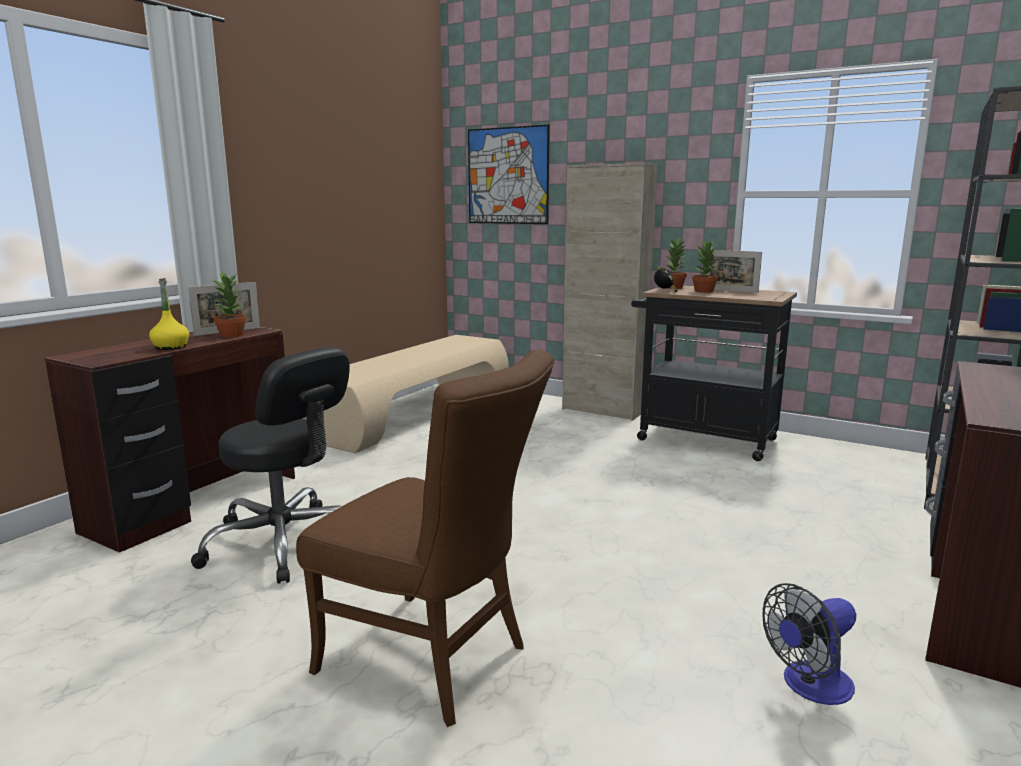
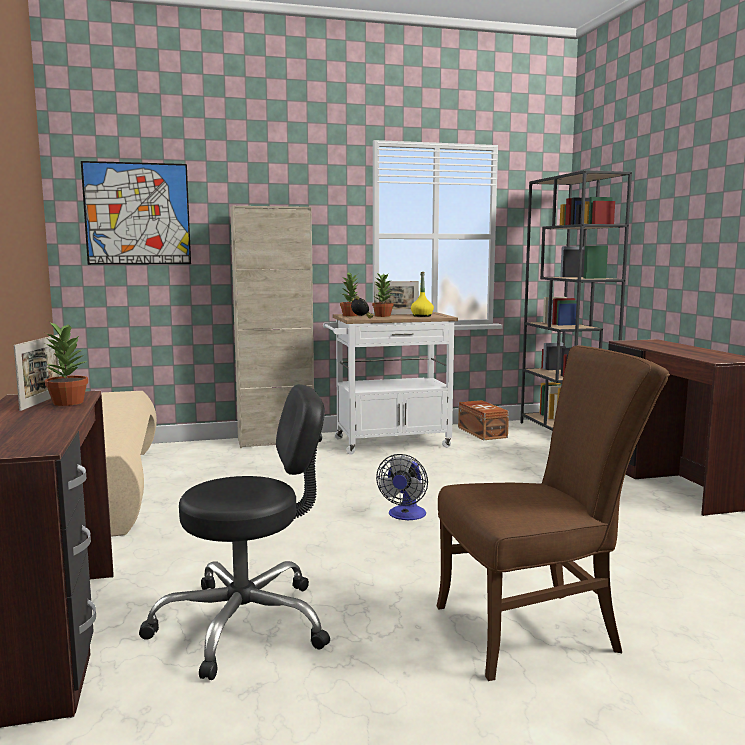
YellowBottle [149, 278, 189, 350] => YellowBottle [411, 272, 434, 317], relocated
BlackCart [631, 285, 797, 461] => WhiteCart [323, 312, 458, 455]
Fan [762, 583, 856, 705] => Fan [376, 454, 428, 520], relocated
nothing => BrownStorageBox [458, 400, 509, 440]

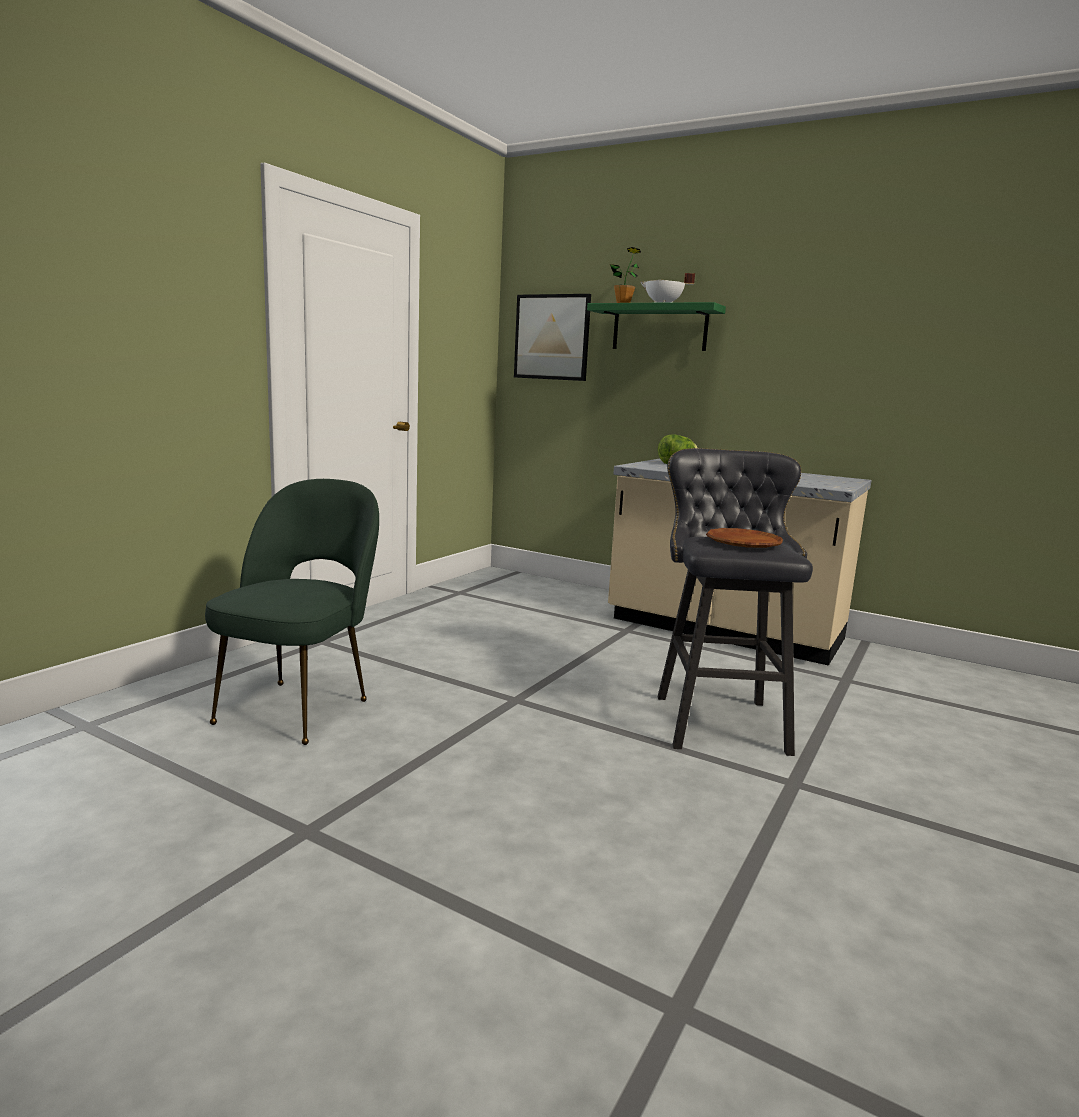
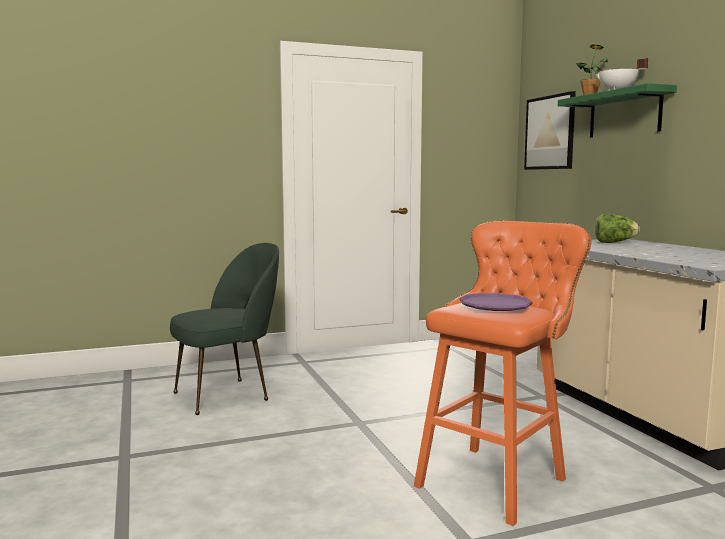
BlackStool [657, 448, 813, 756] => OrangeStool [414, 220, 592, 526]
BrownPlate [706, 528, 783, 548] => PurplePlate [459, 293, 532, 311]

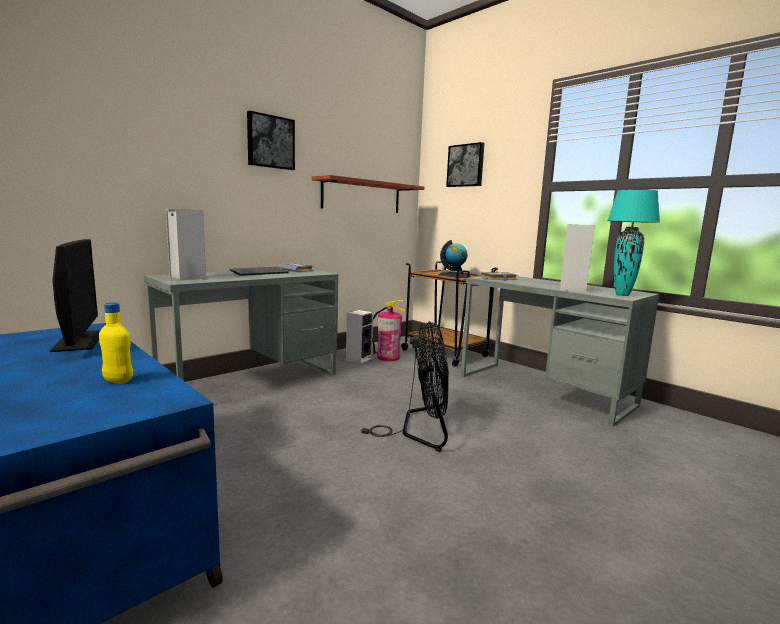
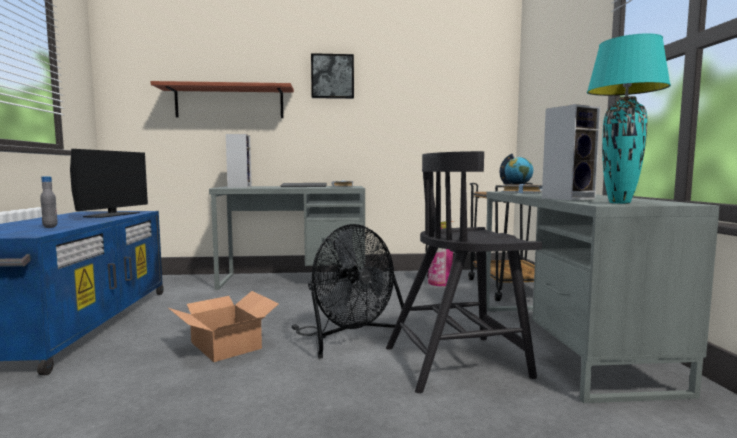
Picture [446, 142, 484, 187] => nothing
Shelf [312, 175, 424, 213] => Shelf [151, 81, 294, 118], relocated
YellowBottle [99, 302, 133, 383] => GreyBottle [40, 176, 58, 228]
Speaker [346, 310, 373, 364] => nothing
nothing => BlackChair [386, 151, 542, 393]
nothing => CardboardBox [169, 291, 279, 362]

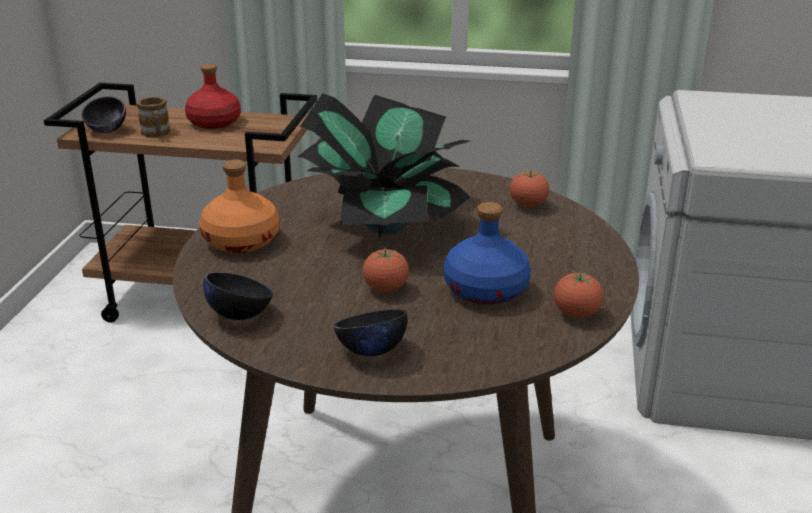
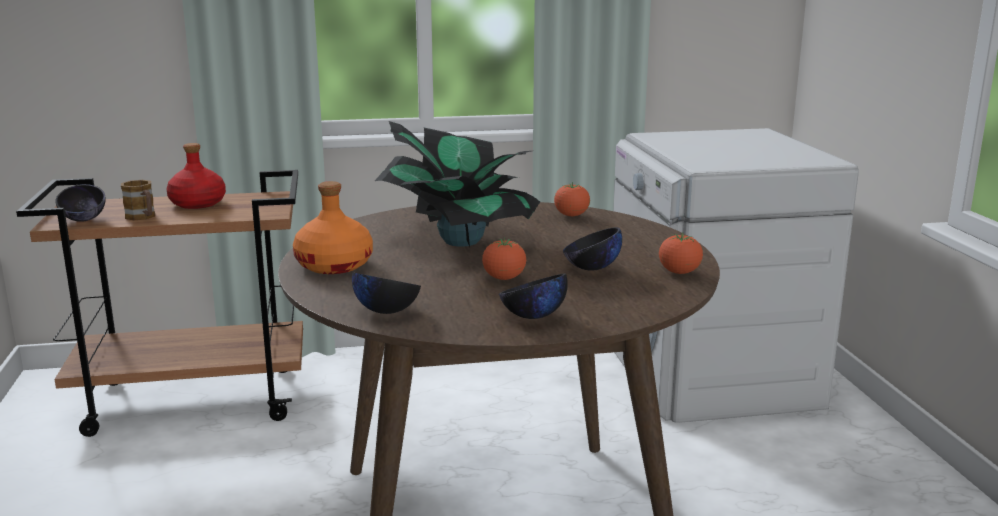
BlueBottle [443, 202, 531, 305] => BlackBowl [563, 227, 622, 271]

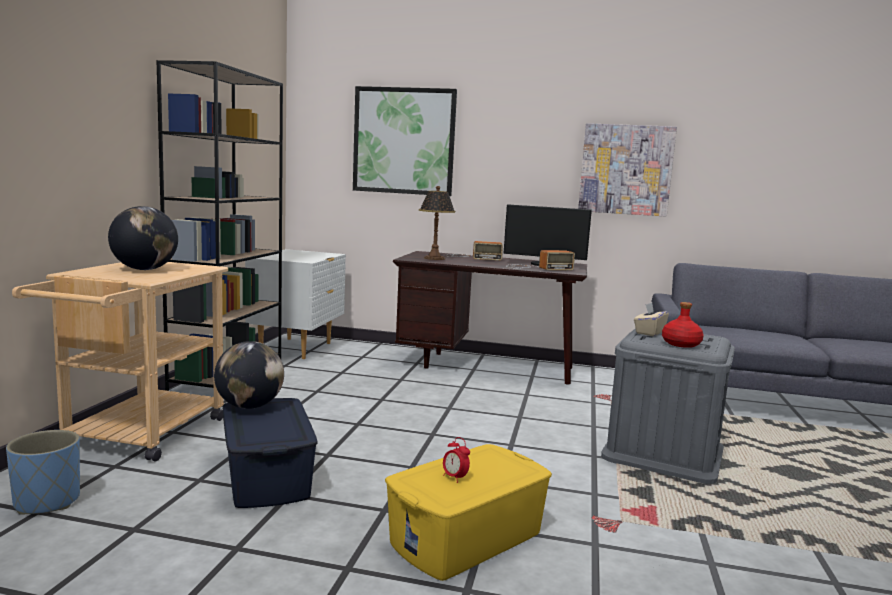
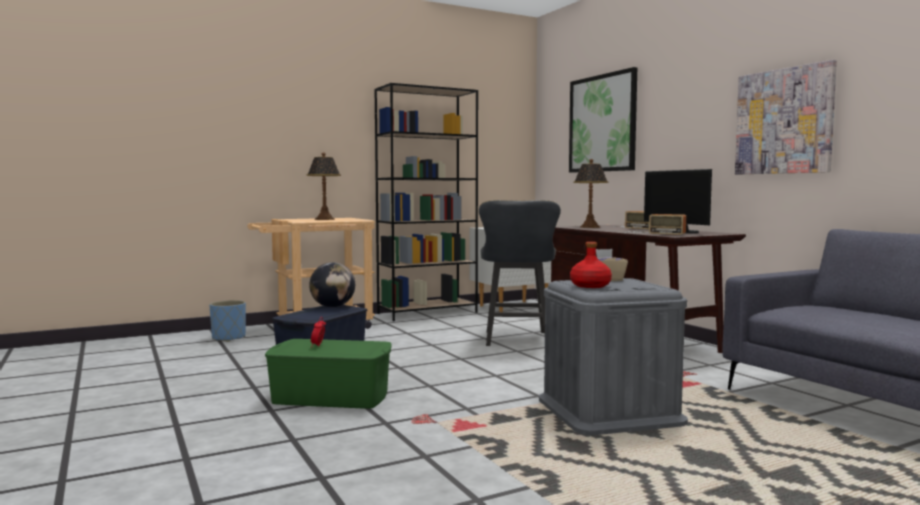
Globe [108, 206, 178, 270] => TableLamp [306, 152, 341, 220]
YellowStorageBox [385, 444, 552, 581] => GreenStorageBox [265, 339, 392, 409]
nothing => GreyStool [479, 200, 561, 346]

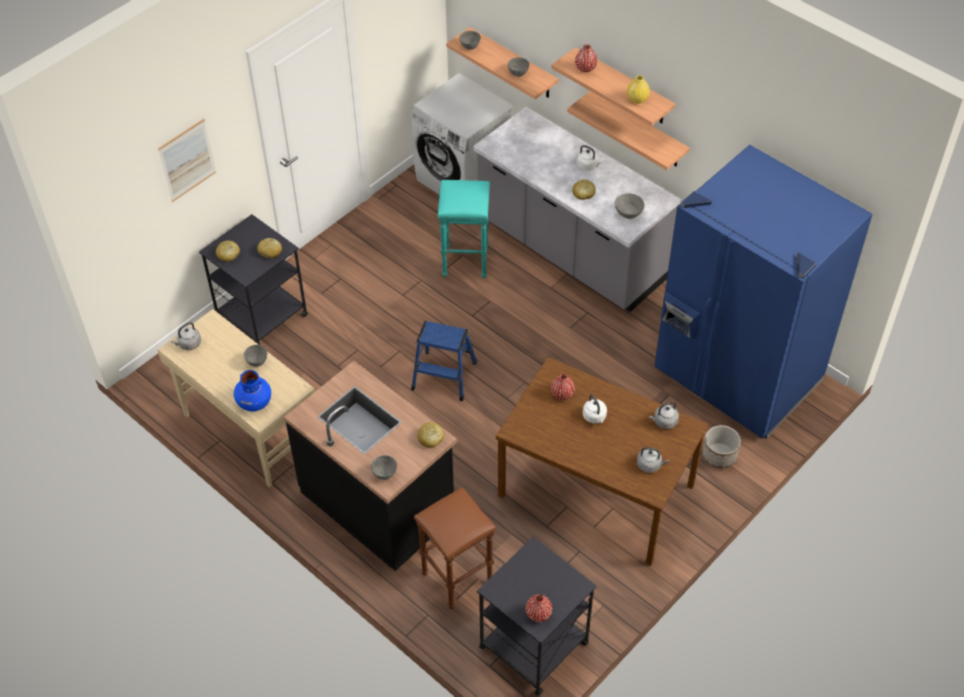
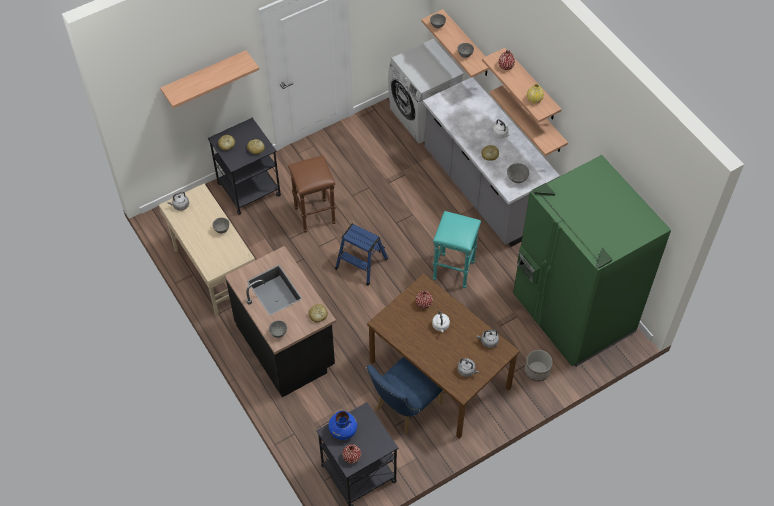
Picture [158, 119, 216, 202] => Shelf [160, 50, 259, 108]
BlueFridge [654, 145, 873, 439] => GreenFridge [513, 155, 671, 367]
TurquoiseStool [438, 180, 490, 278] => TurquoiseStool [433, 211, 481, 288], relocated
BlueVase [234, 370, 271, 412] => BlueVase [329, 411, 357, 440], relocated
BrownStool [414, 487, 496, 609] => BrownStool [288, 156, 336, 232], relocated
nothing => BlueChair [367, 357, 443, 435]

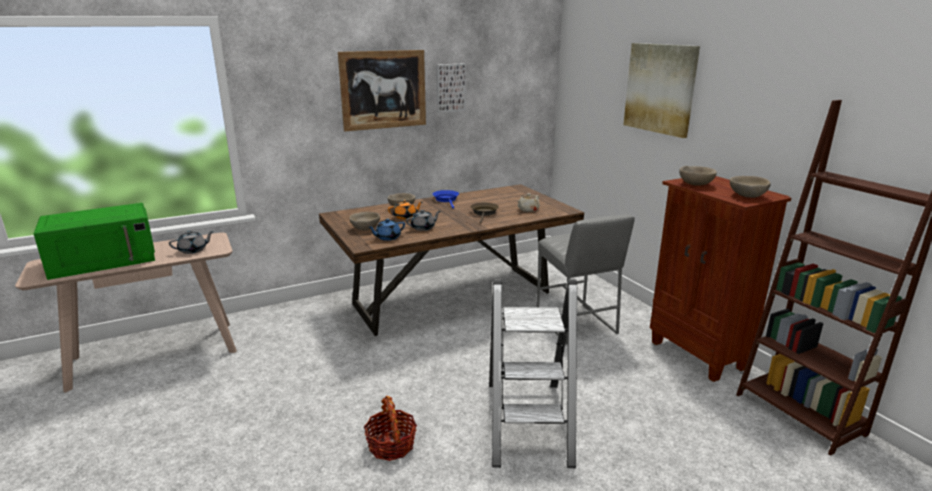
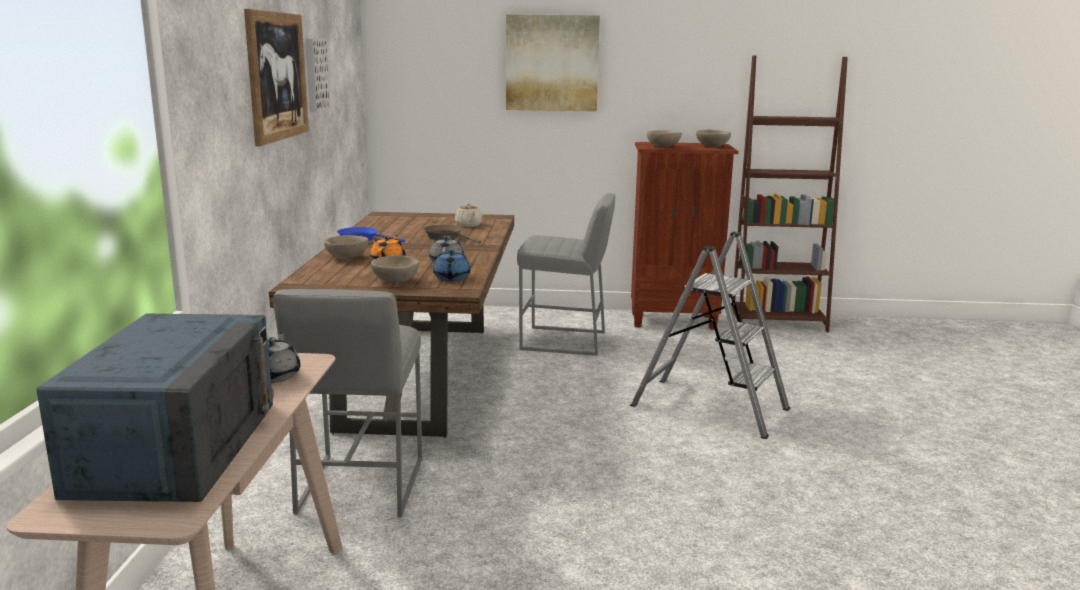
GreenMicrowave [34, 203, 155, 280] => BlueMicrowave [36, 314, 274, 502]
Basket [364, 396, 417, 461] => nothing
nothing => GreyStool [273, 289, 422, 517]

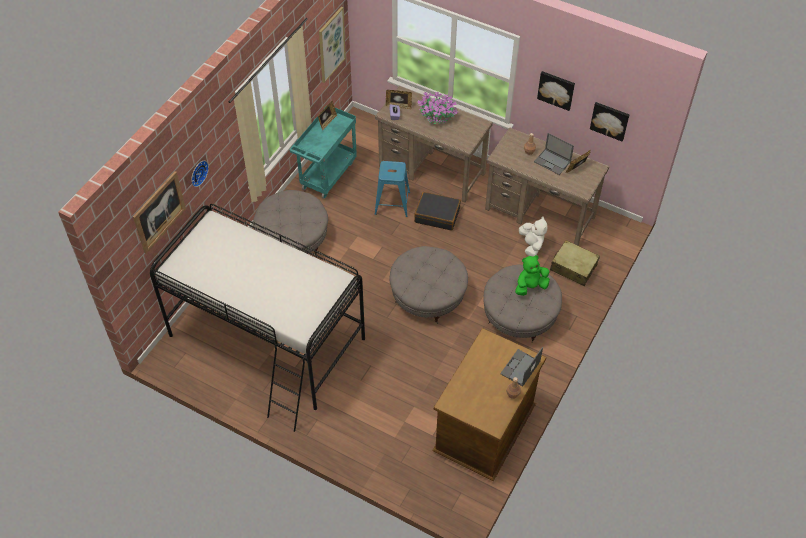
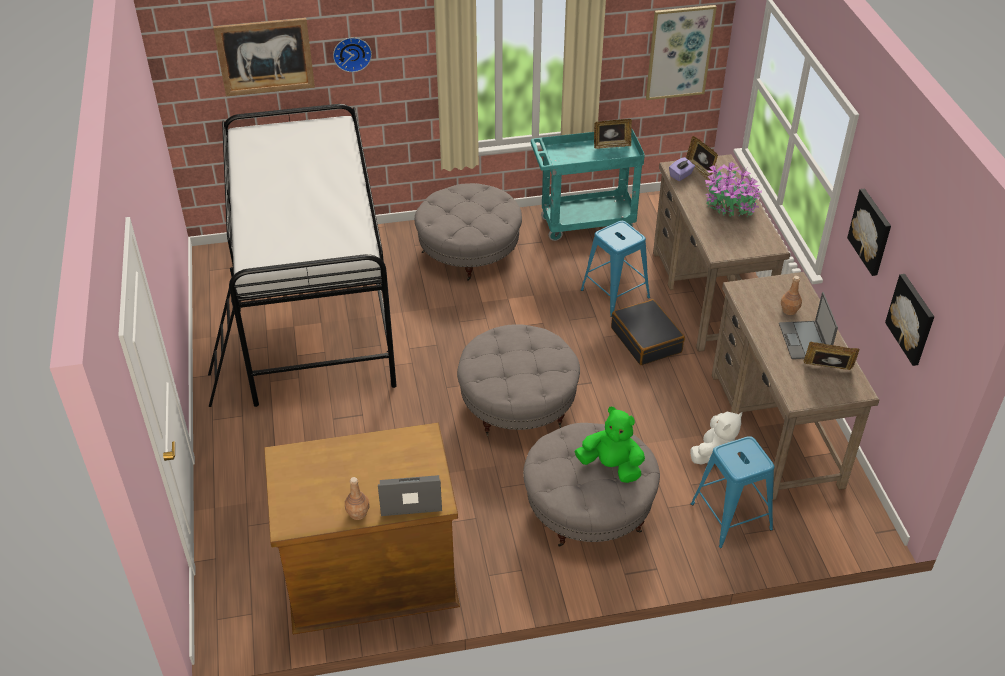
BeigeSuitcase [550, 240, 600, 286] => BlueStool [691, 436, 774, 548]

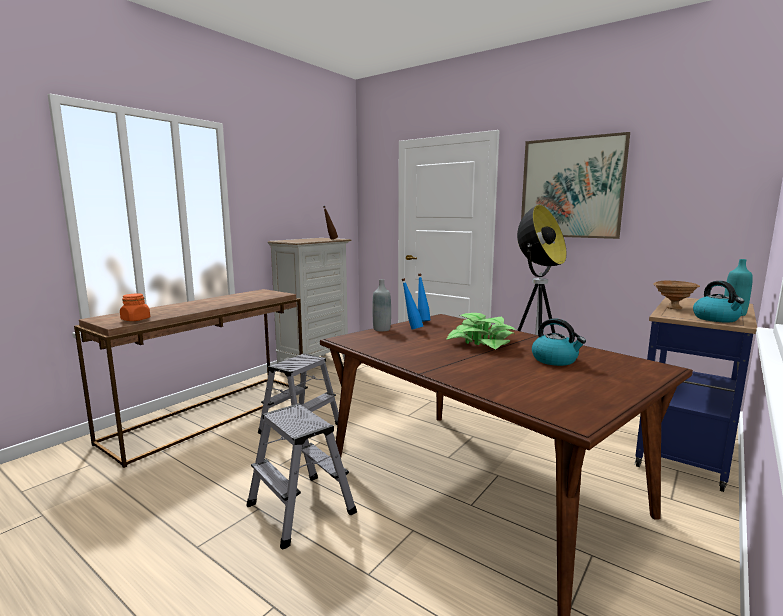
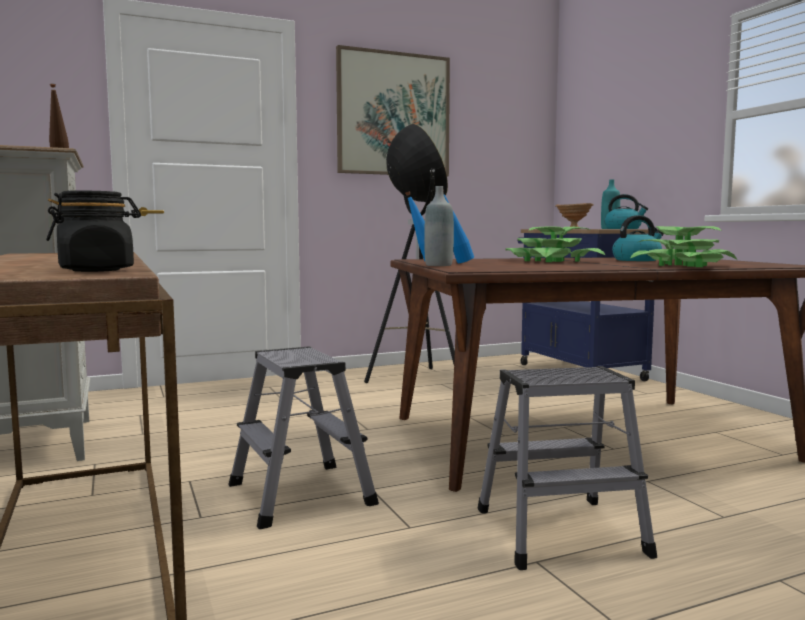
OrangeJar [120, 294, 150, 321] => BlackJar [46, 190, 141, 272]
nothing => PottedPlant [630, 226, 737, 267]

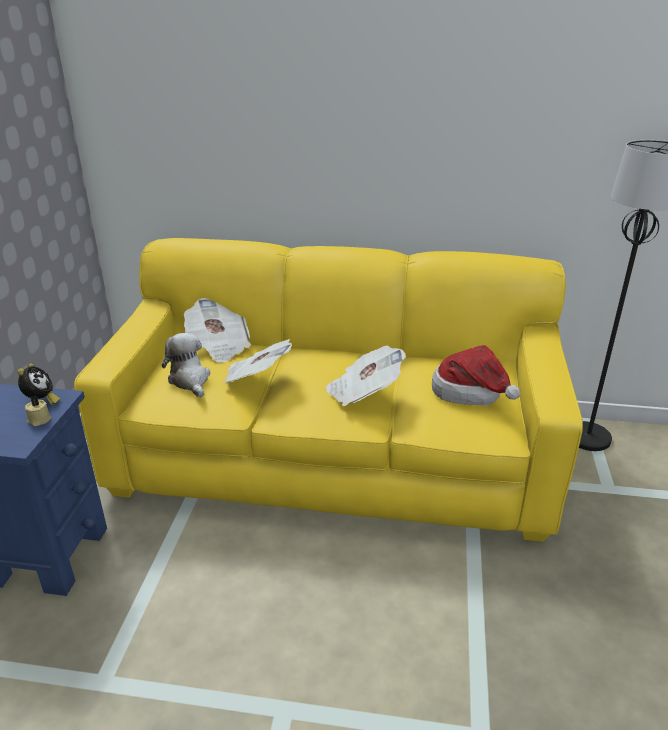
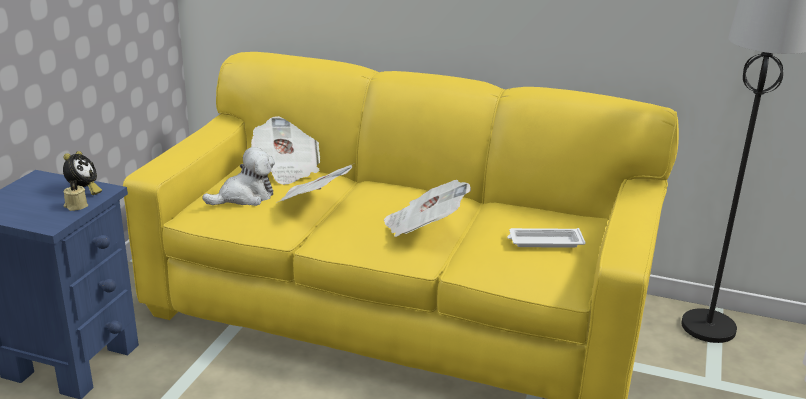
PlushToy [162, 333, 210, 397] => PlushToy [202, 147, 275, 206], 75 degrees clockwise
Hat [432, 345, 520, 406] => WhiteTray [507, 228, 586, 248]

